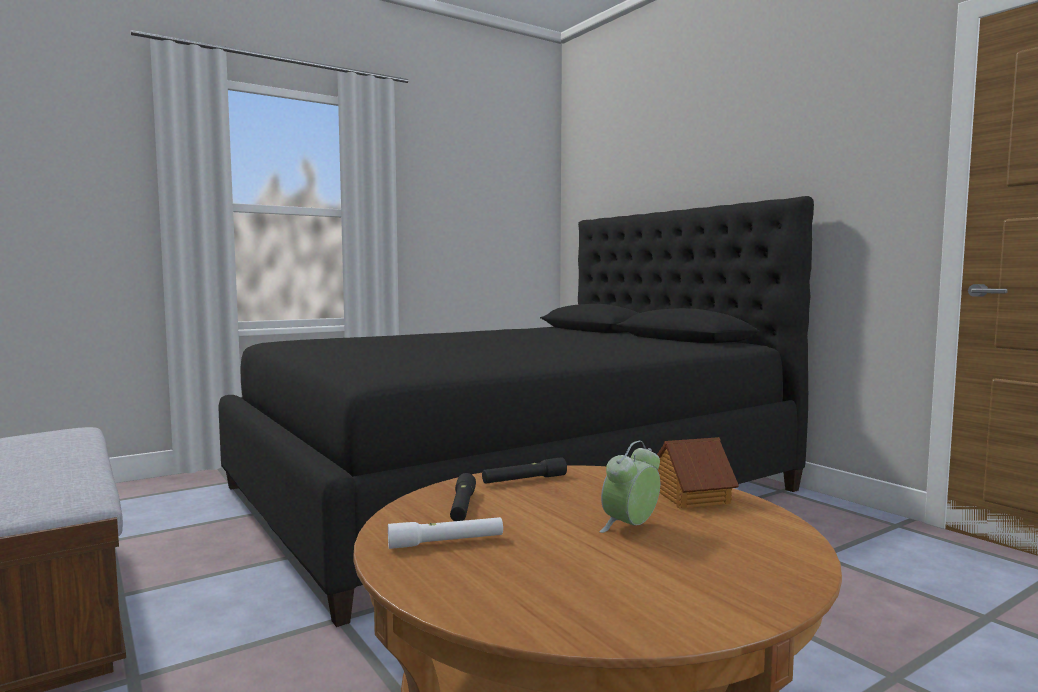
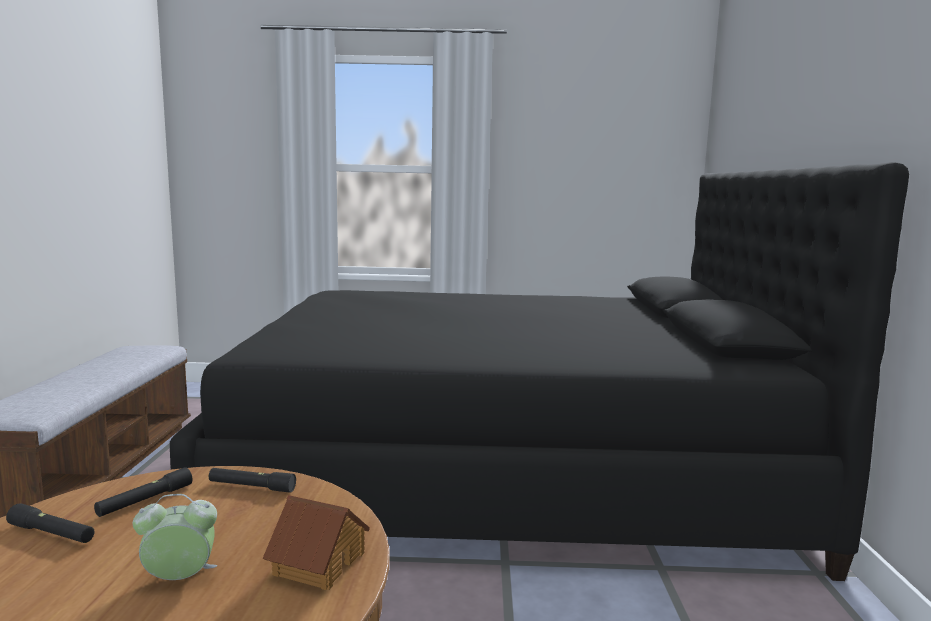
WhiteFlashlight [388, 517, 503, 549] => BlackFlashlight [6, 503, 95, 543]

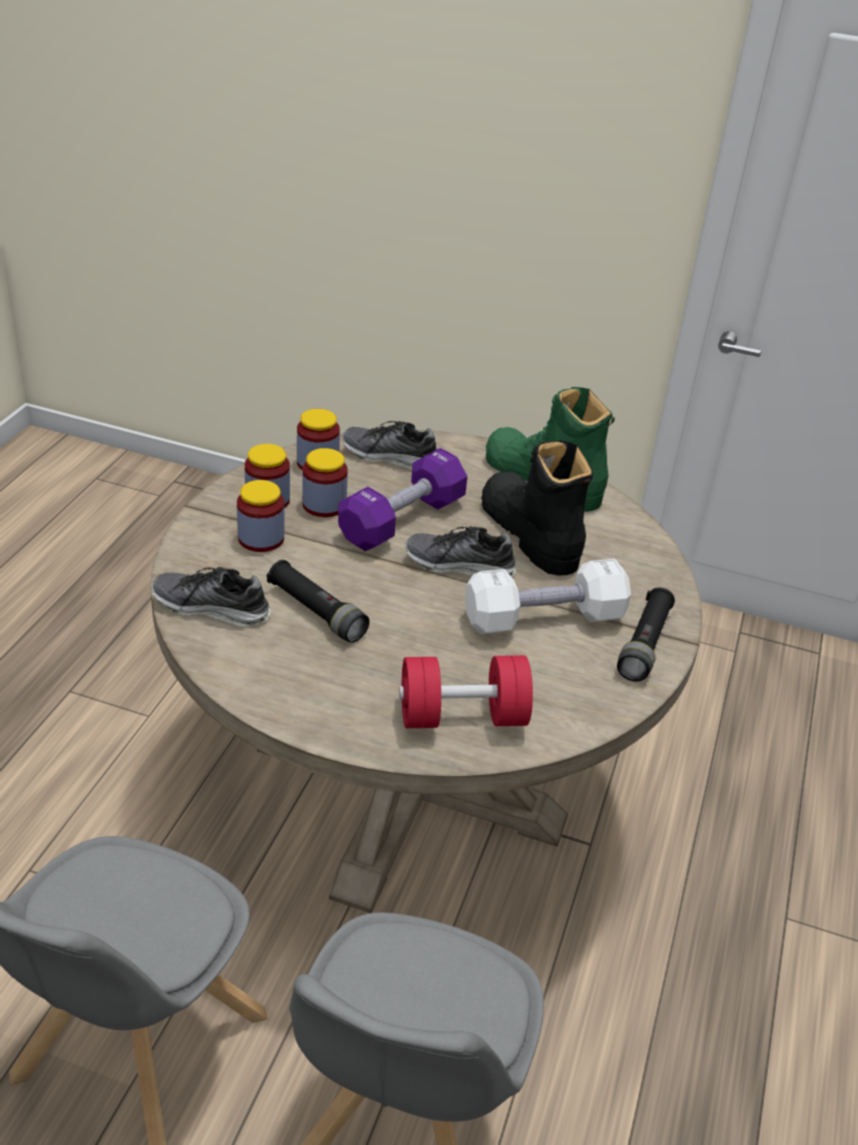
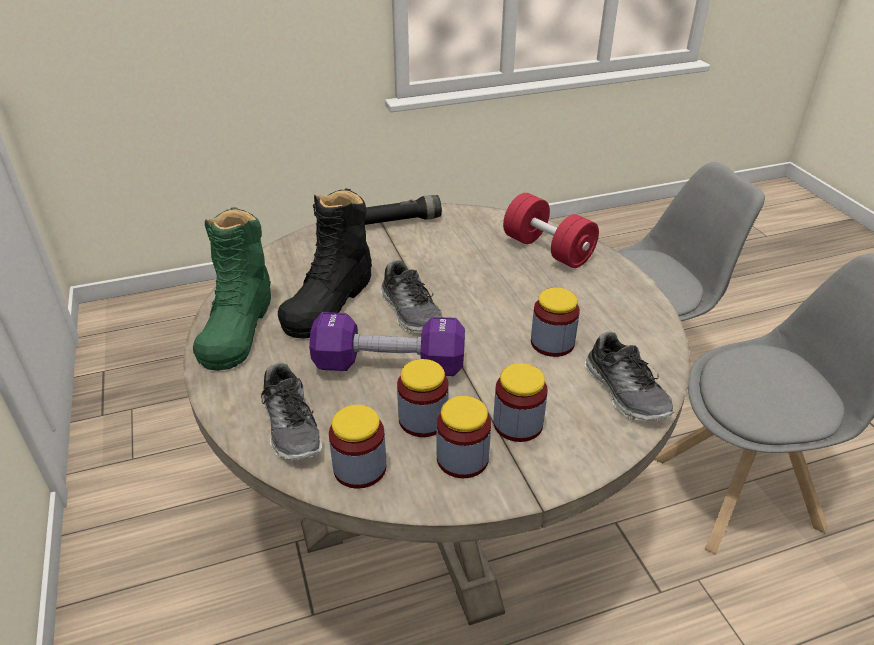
WhiteDumbbell [465, 559, 631, 634] => nothing
BlackFlashlight [267, 560, 370, 643] => Jar [531, 288, 580, 357]

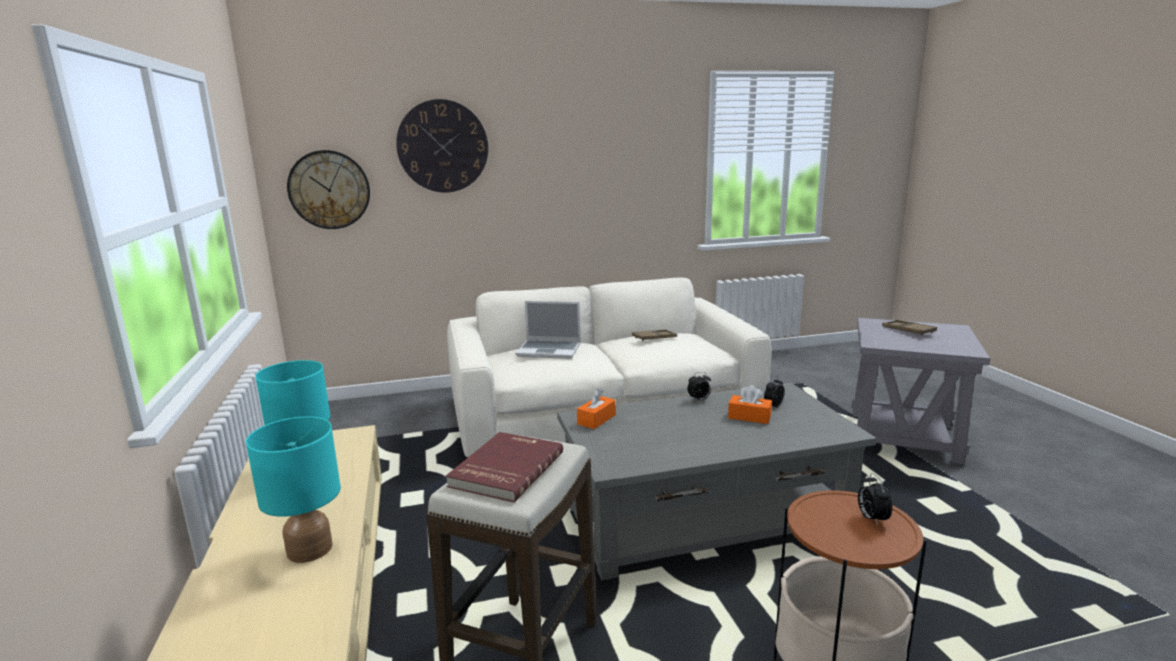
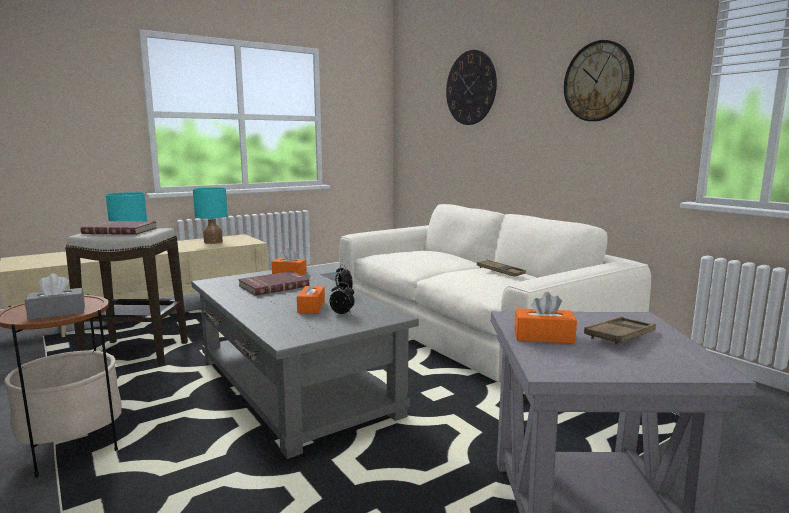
WallClock [287, 150, 370, 229] => WallClock [564, 40, 634, 121], relocated
Laptop [516, 301, 581, 359] => nothing
AlarmClock [858, 473, 892, 526] => GreyTissueBox [25, 274, 85, 320]
nothing => RedBook [238, 271, 310, 296]
nothing => OrangeTissueBox [514, 292, 577, 344]

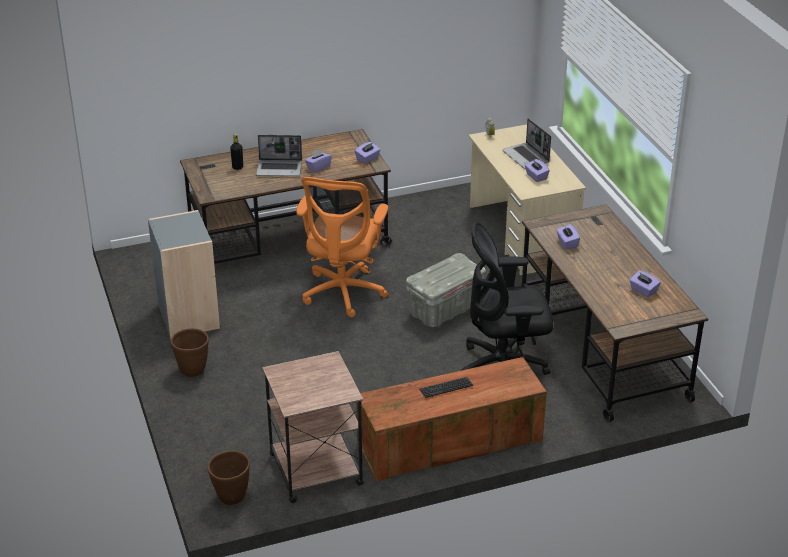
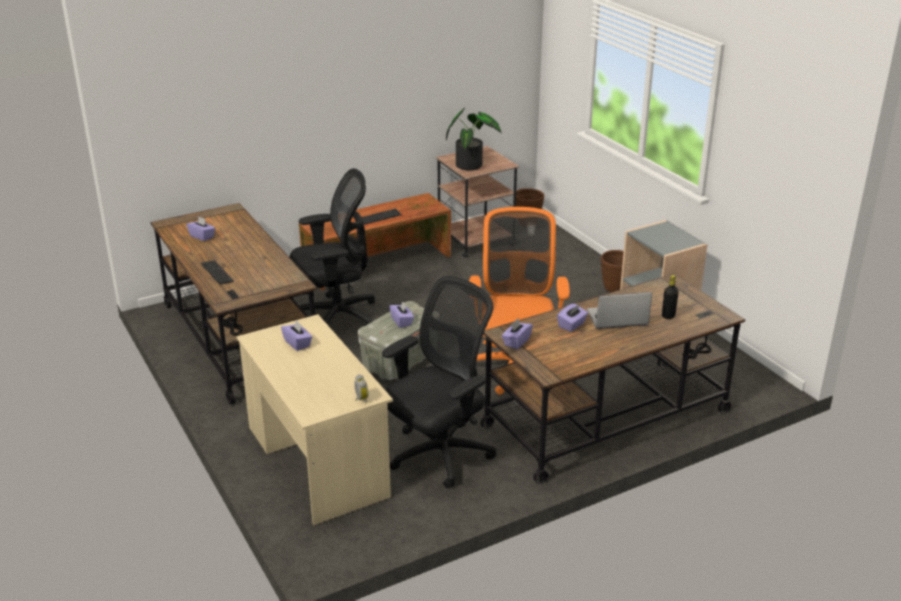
Laptop [502, 118, 551, 169] => nothing
PurpleTissueBox [556, 224, 580, 249] => PurpleTissueBox [389, 301, 414, 328], relocated
nothing => PottedPlant [446, 108, 502, 171]
nothing => Keyboard [201, 260, 234, 284]
nothing => BlackOfficeChair [382, 276, 496, 488]

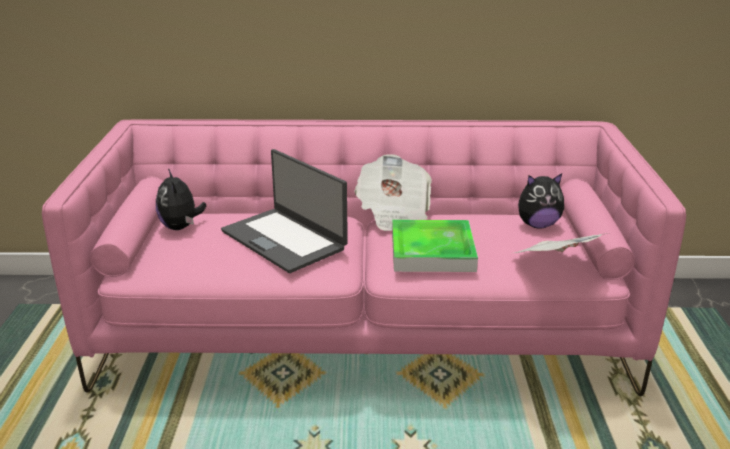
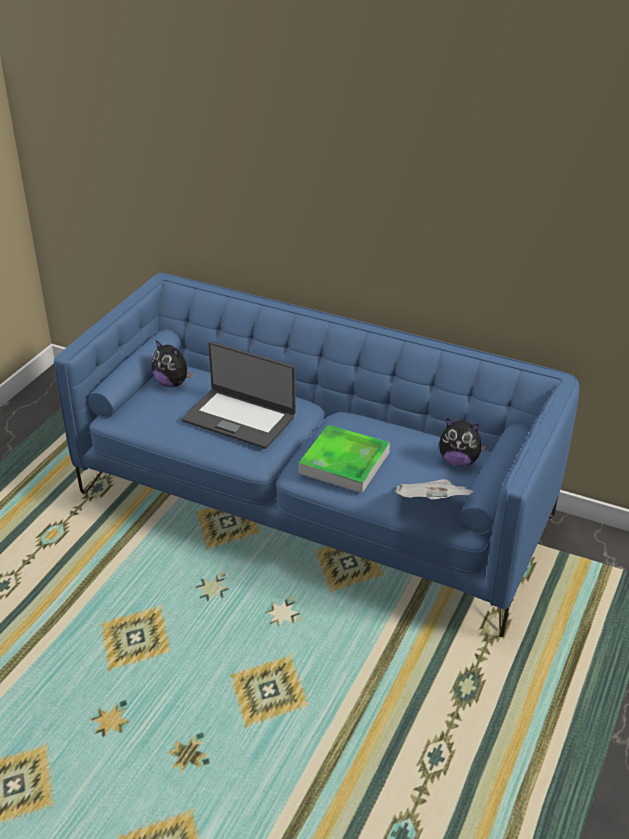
PinkSofa [42, 119, 686, 396] => BlueSofa [54, 273, 579, 637]
Laptop [221, 149, 348, 273] => Laptop [182, 342, 296, 449], 45 degrees counterclockwise
Newspaper [354, 154, 432, 231] => nothing
PlushToy [156, 169, 206, 230] => PlushToy [152, 340, 194, 387], 60 degrees counterclockwise

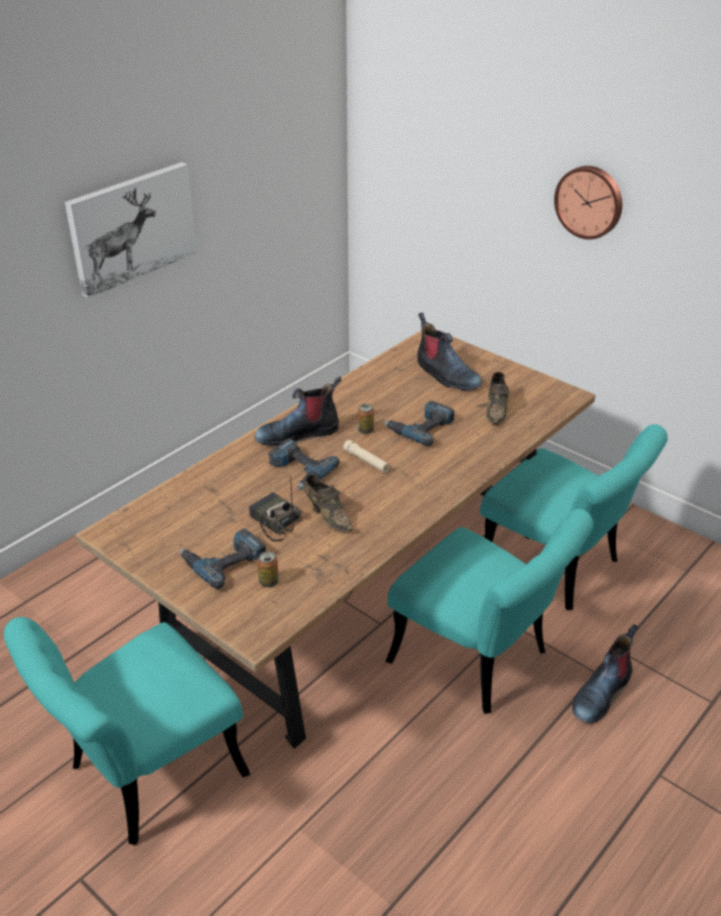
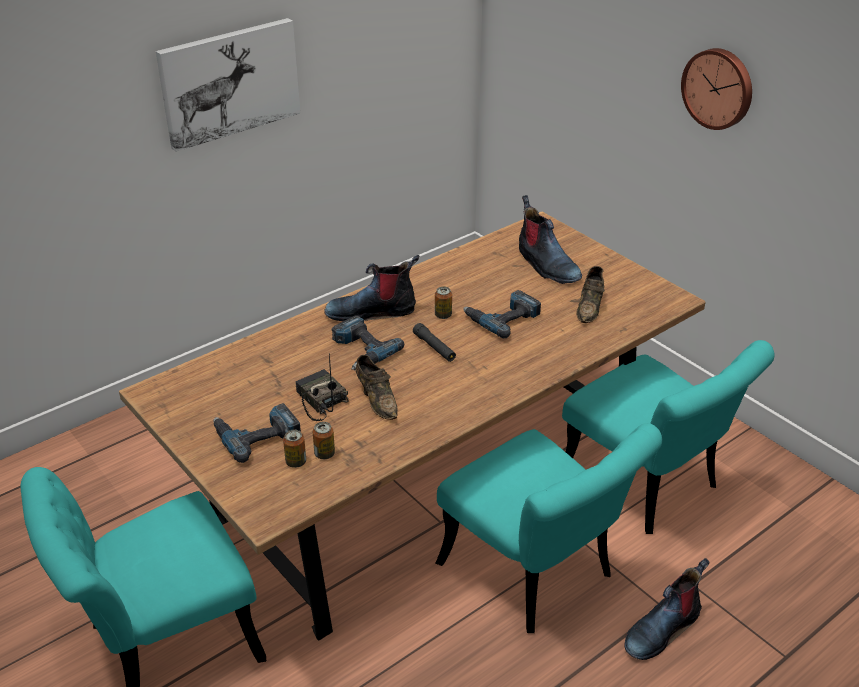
BeigeFlashlight [343, 440, 390, 473] => BlackFlashlight [413, 323, 456, 362]
nothing => Can [313, 422, 335, 459]

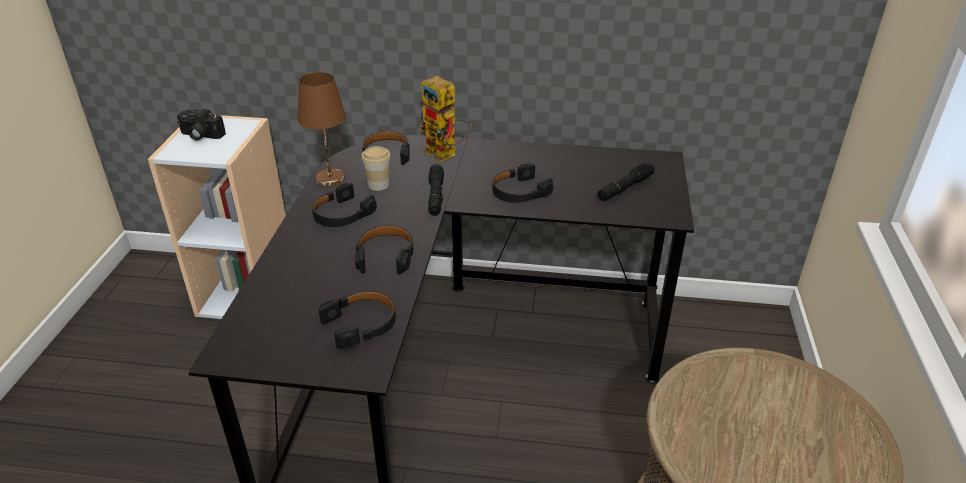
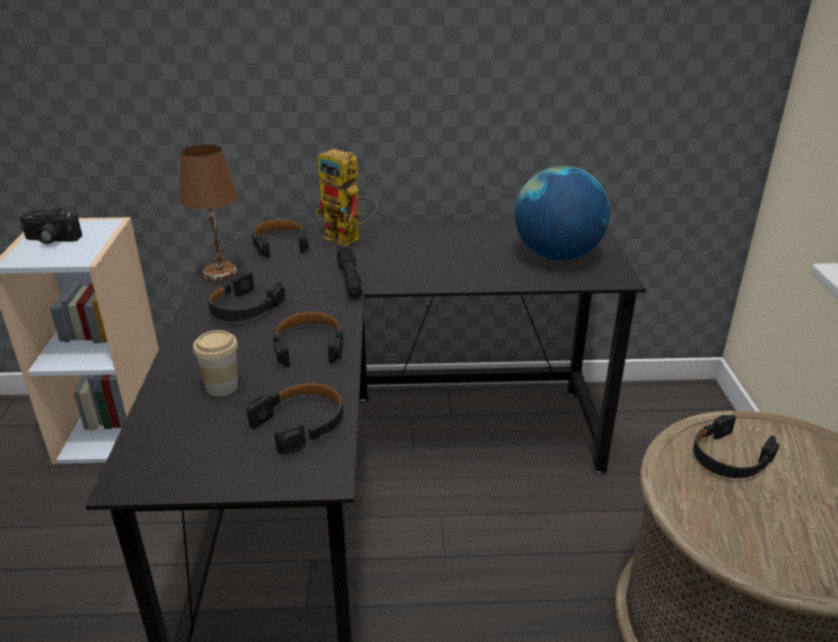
Cup [361, 146, 391, 191] => Cup [193, 330, 238, 396], relocated
BlackFlashlight [597, 162, 655, 201] => Globe [515, 166, 610, 261]
BlackHeadphones [492, 164, 553, 203] => BlackHeadphones [693, 415, 779, 478], relocated

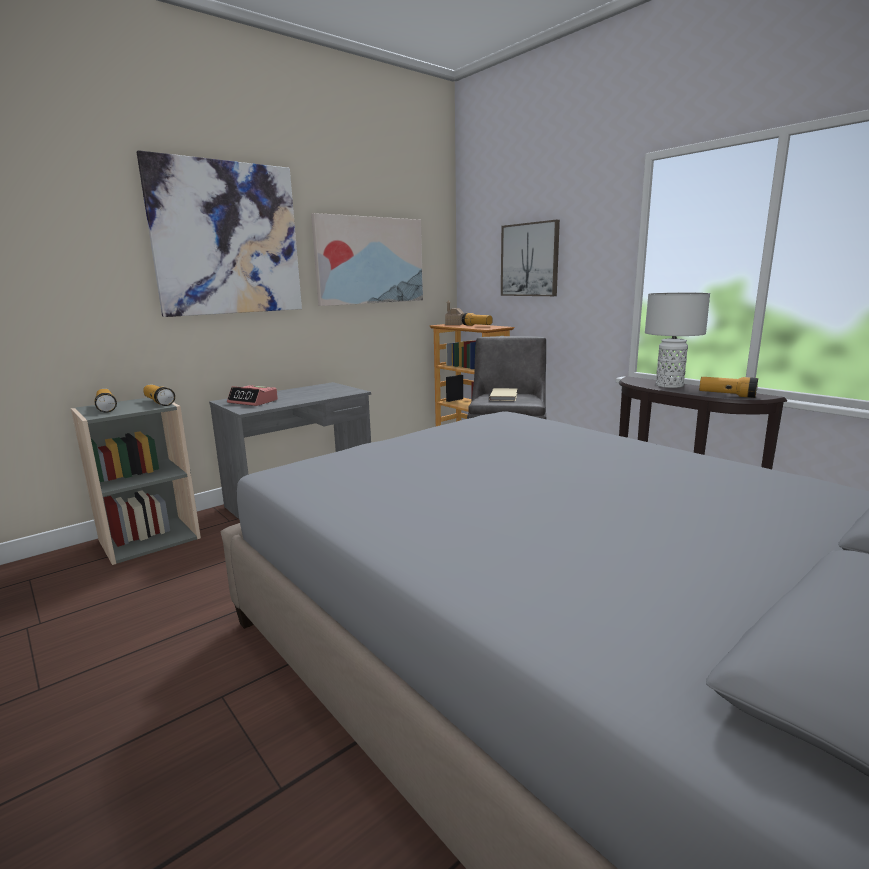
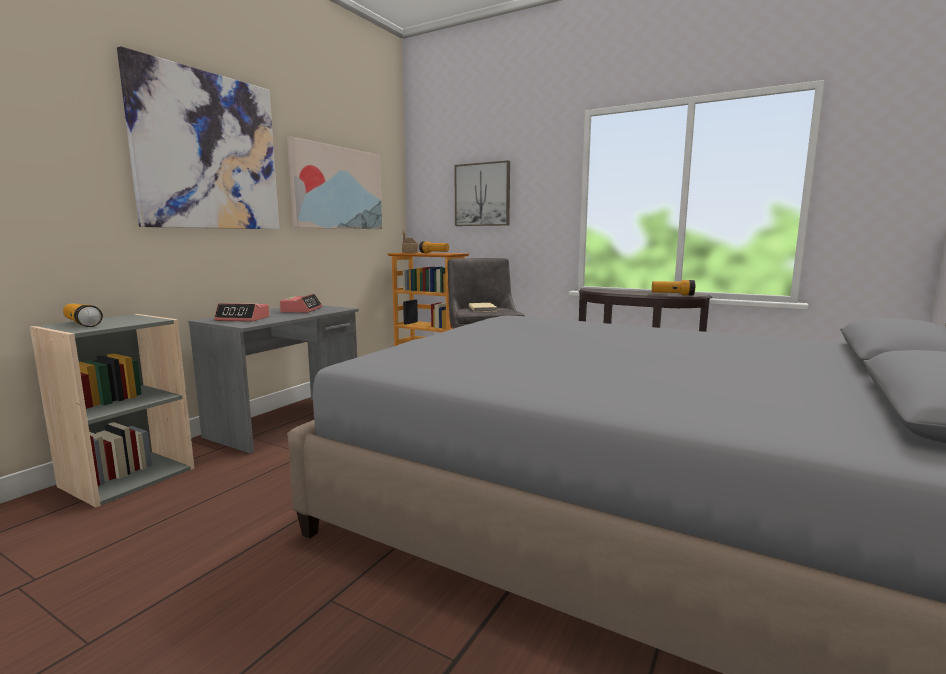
WhiteTableLamp [645, 293, 710, 388] => nothing
Flashlight [143, 385, 175, 406] => nothing
nothing => AlarmClock [280, 294, 322, 313]

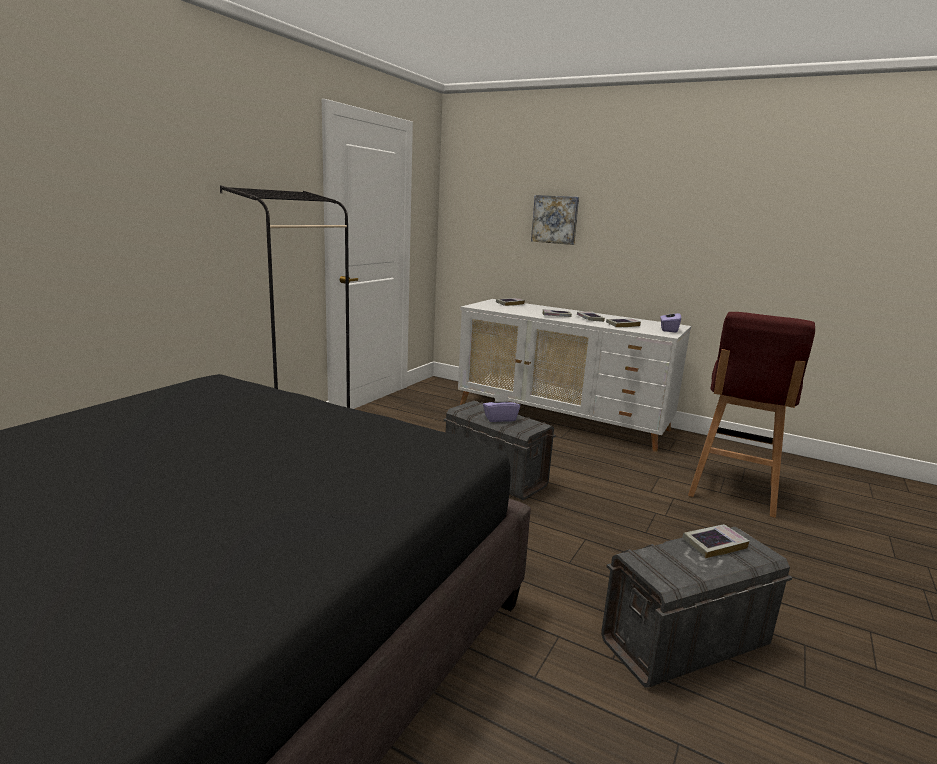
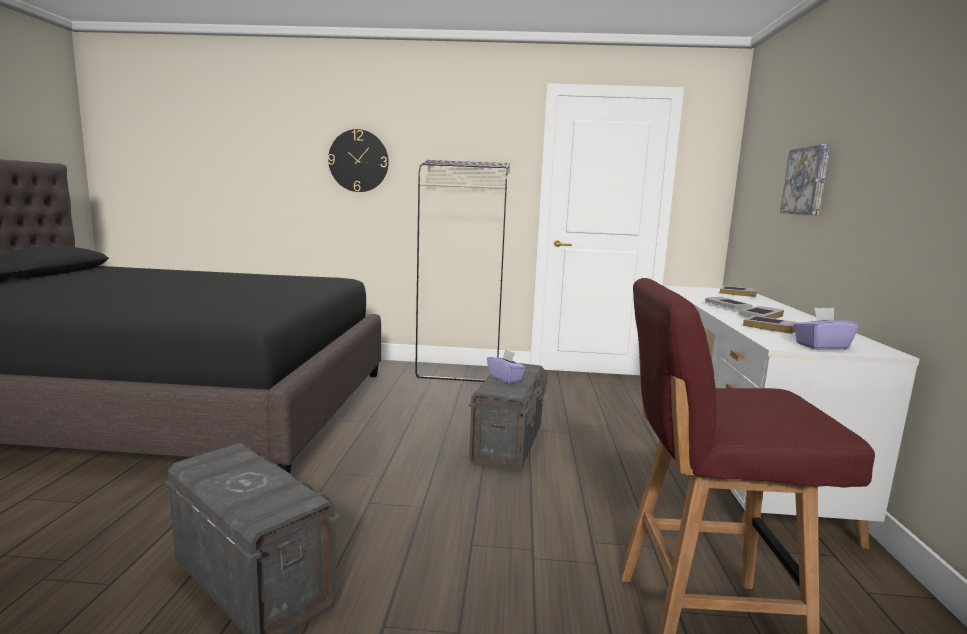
Book [683, 524, 750, 558] => nothing
nothing => WallClock [328, 129, 389, 192]

